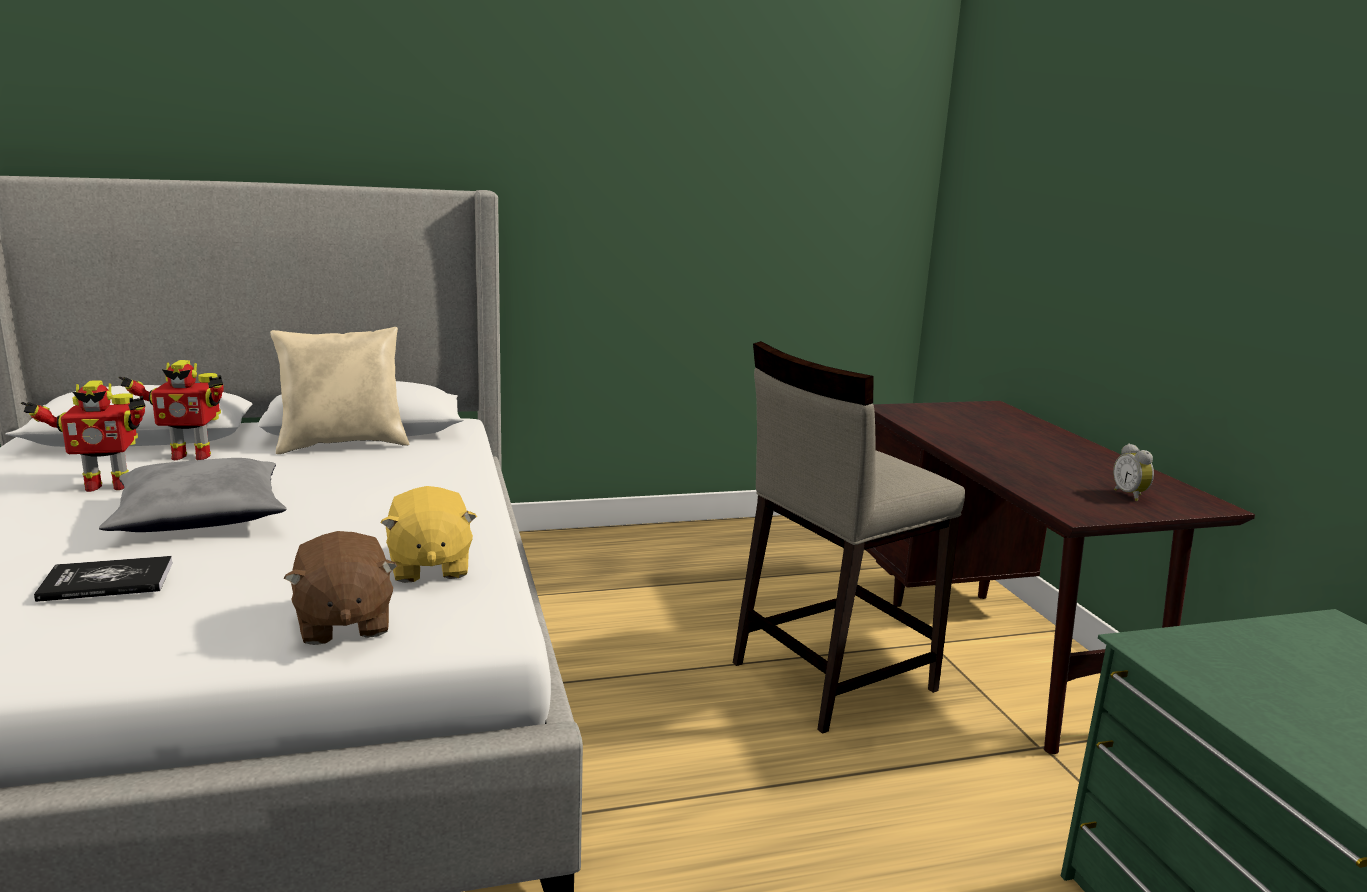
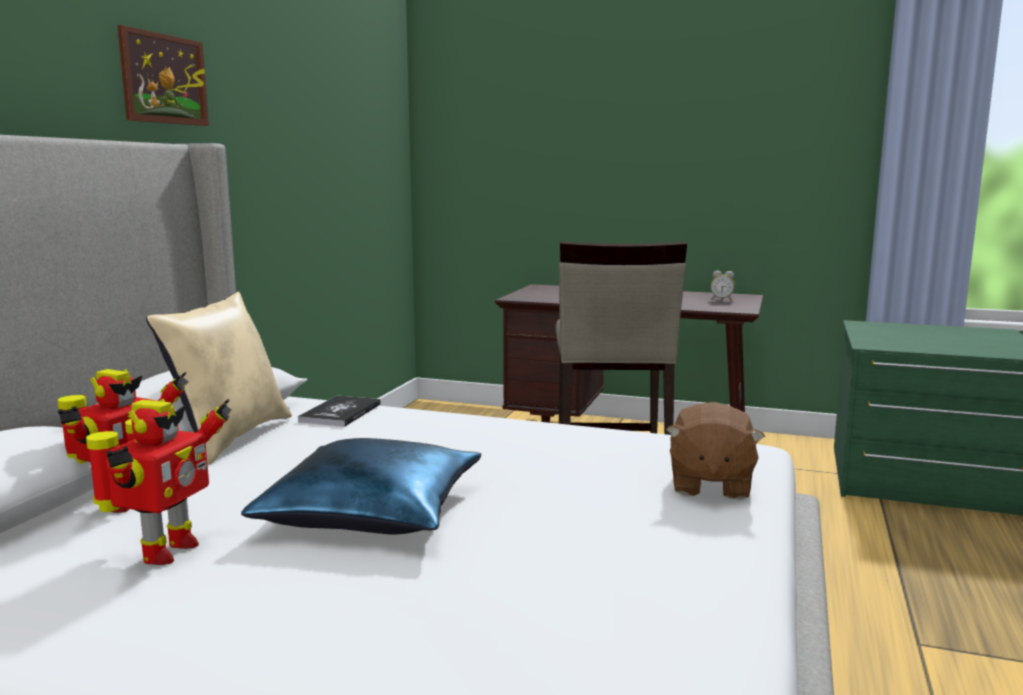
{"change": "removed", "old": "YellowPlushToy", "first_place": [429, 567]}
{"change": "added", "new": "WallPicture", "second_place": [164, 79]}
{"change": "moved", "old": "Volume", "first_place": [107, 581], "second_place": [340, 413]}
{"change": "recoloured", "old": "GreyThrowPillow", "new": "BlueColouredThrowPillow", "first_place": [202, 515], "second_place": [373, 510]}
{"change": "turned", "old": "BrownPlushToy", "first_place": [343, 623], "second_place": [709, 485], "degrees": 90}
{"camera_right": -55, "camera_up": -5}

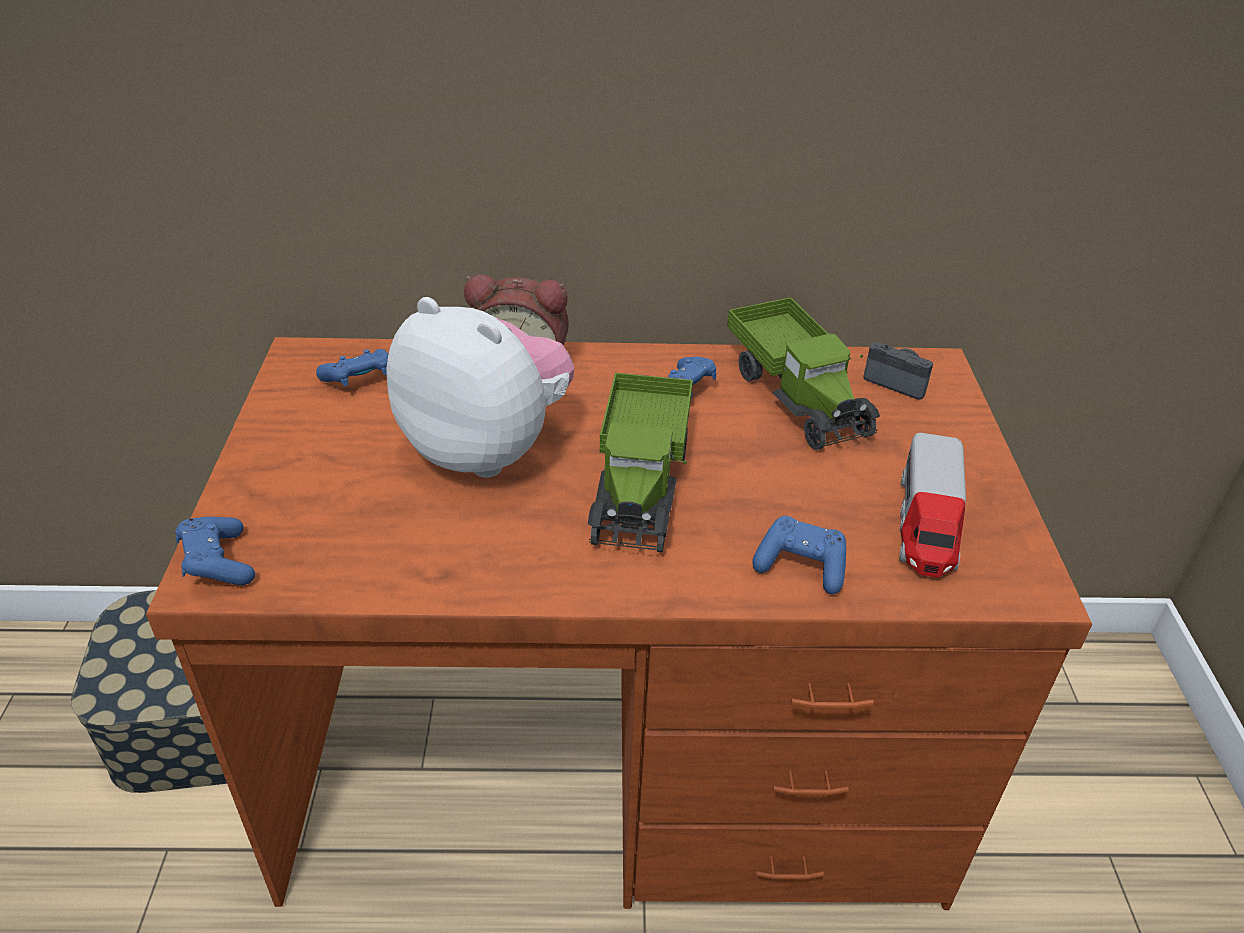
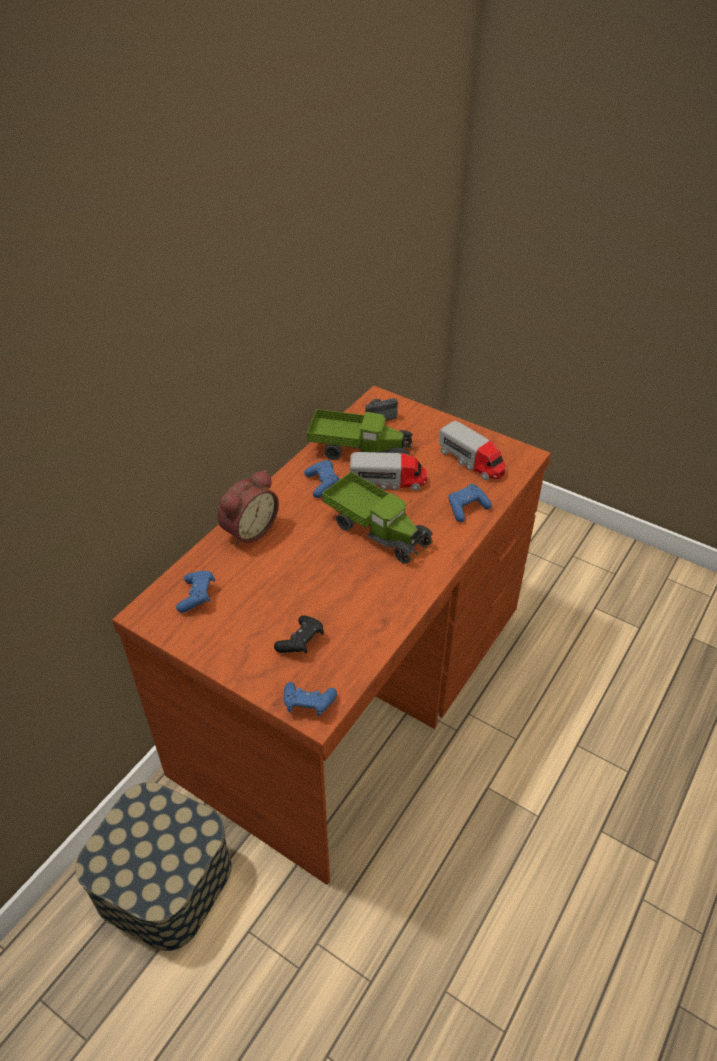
{"change": "removed", "old": "PlushToy", "first_place": [487, 449]}
{"change": "added", "new": "BlackGamepad", "second_place": [301, 642]}
{"change": "added", "new": "ModelTruck", "second_place": [388, 481]}
{"camera_right": -55, "camera_up": 5}

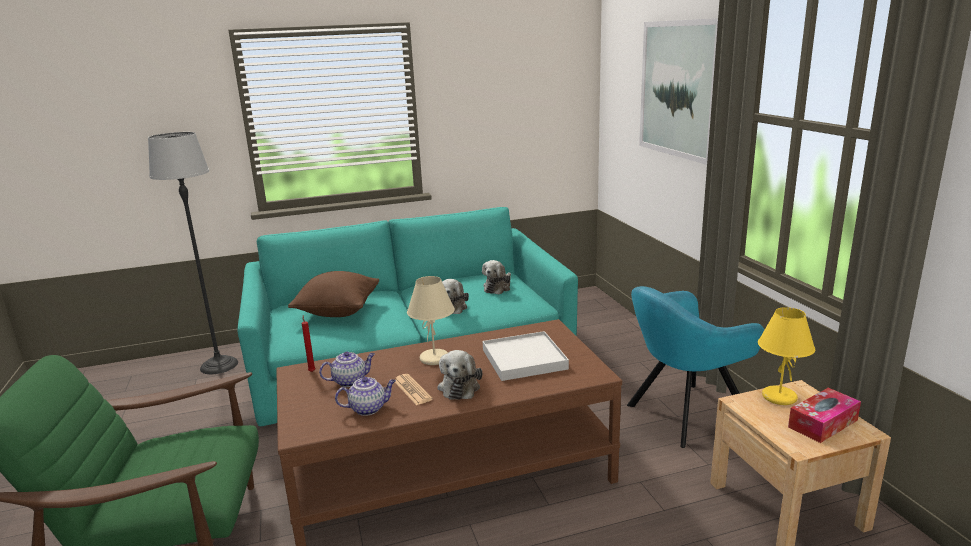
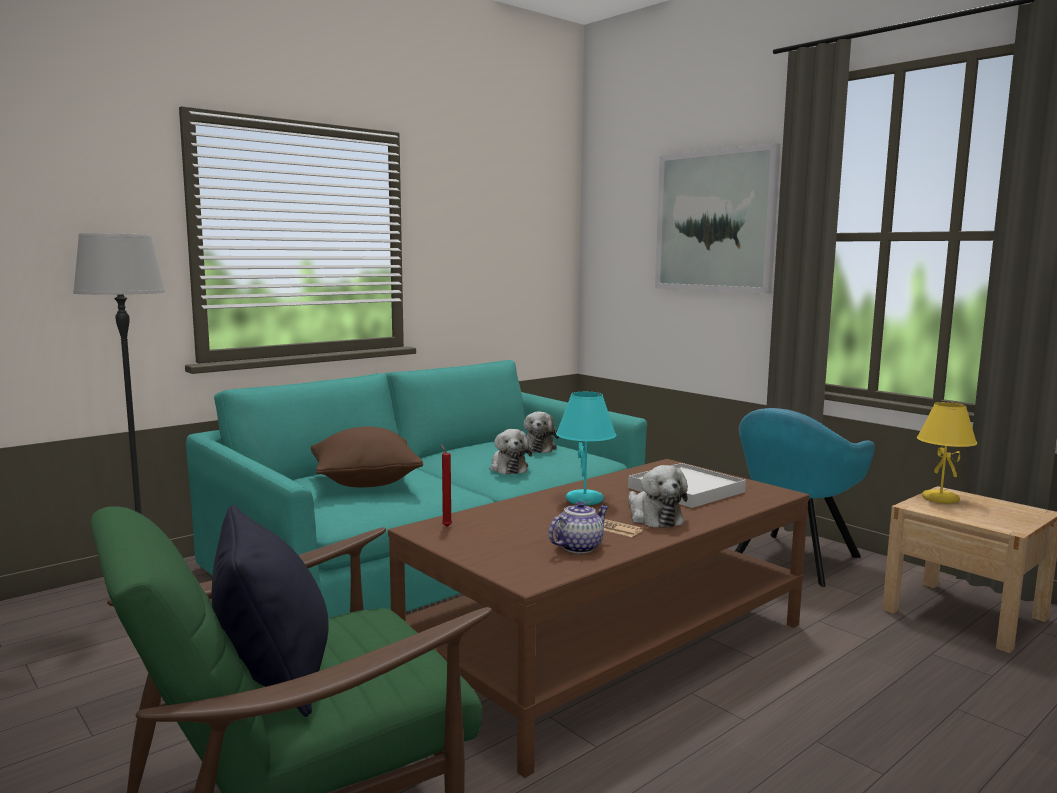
{"change": "removed", "old": "TeaPot", "first_place": [350, 381]}
{"change": "removed", "old": "TissueHolder", "first_place": [823, 423]}
{"change": "added", "new": "BlackThrowPillow", "second_place": [274, 676]}
{"change": "recoloured", "old": "BeigeTabletopLamp", "new": "BlueGreenTabletopLamp", "first_place": [434, 359], "second_place": [585, 500]}
{"camera_right": -25, "camera_up": -10}

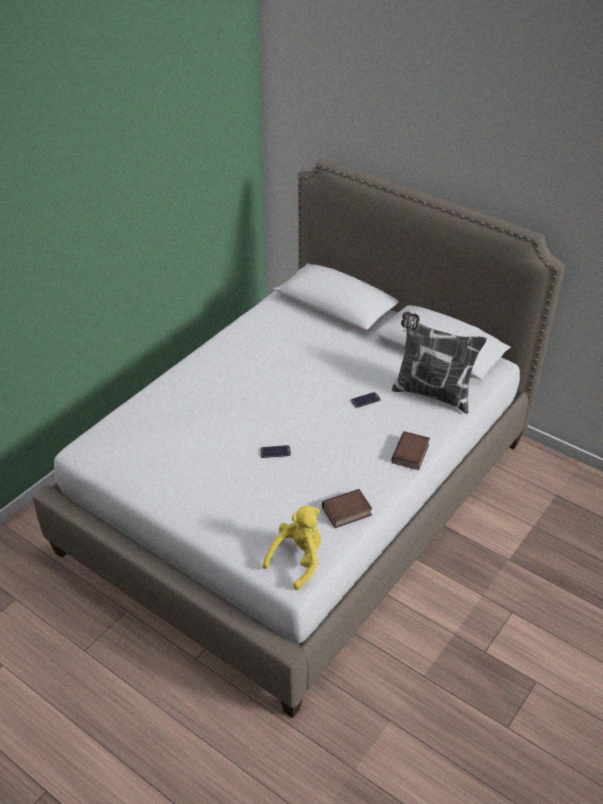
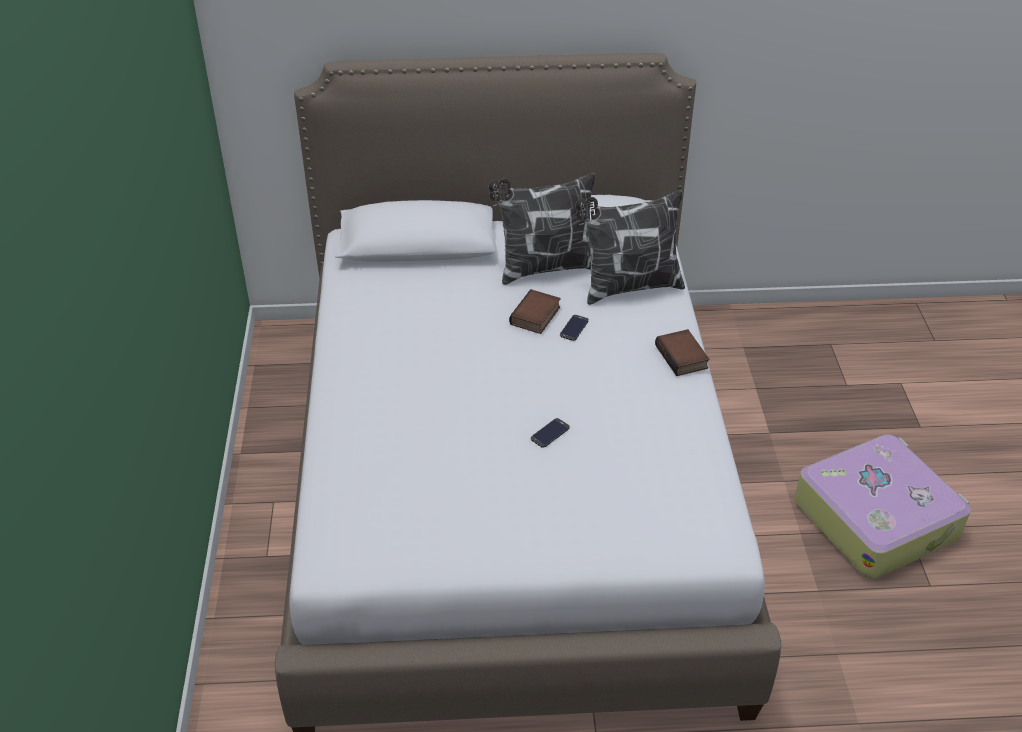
{"change": "removed", "old": "YellowPlushToy", "first_place": [298, 560]}
{"change": "added", "new": "ThrowPillow", "second_place": [544, 268]}
{"change": "added", "new": "Suitcase", "second_place": [876, 518]}
{"change": "moved", "old": "Volume", "first_place": [346, 512], "second_place": [536, 316]}
{"camera_right": -40, "camera_up": 0}

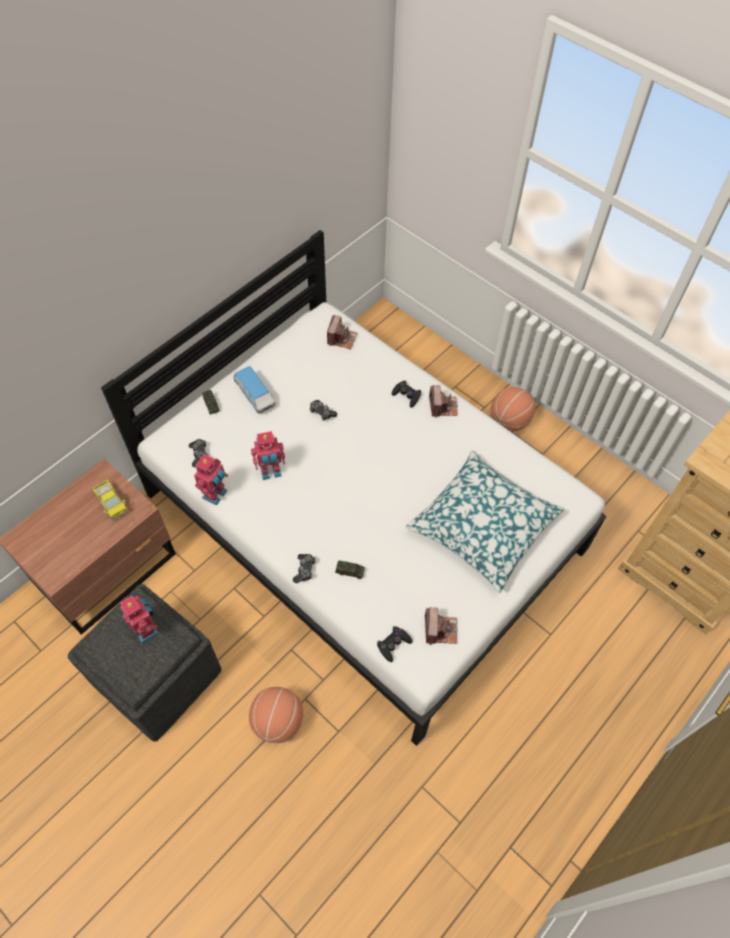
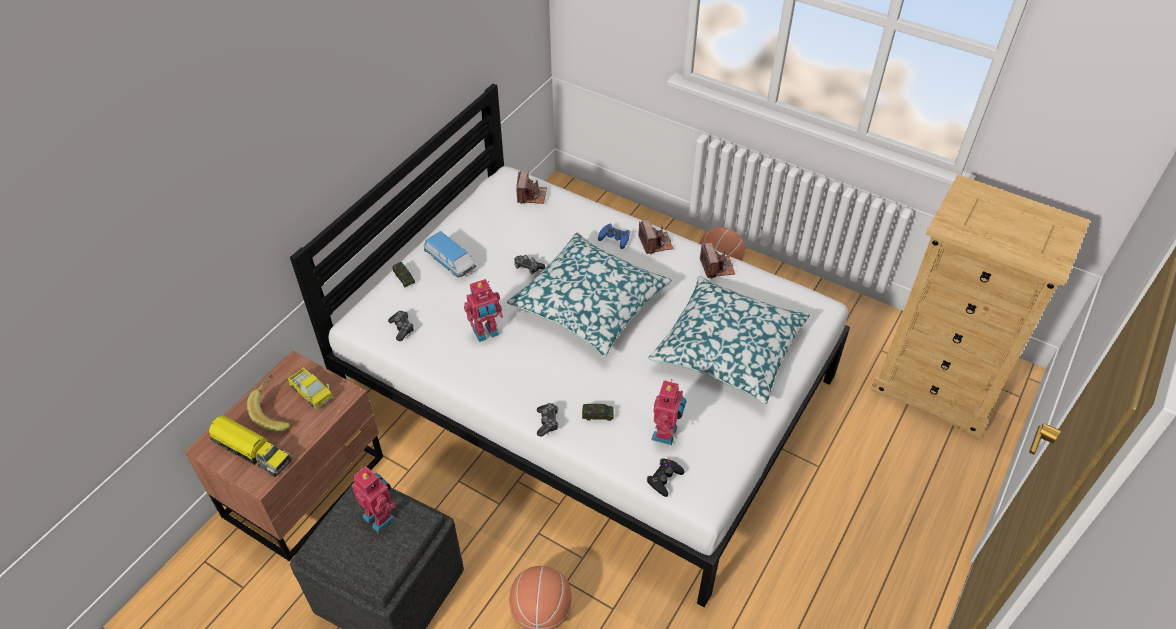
{"change": "added", "new": "ModelTruck", "second_place": [251, 451]}
{"change": "added", "new": "Banana", "second_place": [275, 412]}
{"change": "added", "new": "ThrowPillow", "second_place": [590, 304]}
{"change": "moved", "old": "ToyRobot", "first_place": [216, 495], "second_place": [666, 433]}
{"change": "moved", "old": "StillCamera", "first_place": [440, 630], "second_place": [717, 267]}
{"change": "recoloured", "old": "BlackGamepad", "new": "BlueColouredGamepad", "first_place": [406, 395], "second_place": [614, 238]}
{"camera_right": -10, "camera_up": -10}

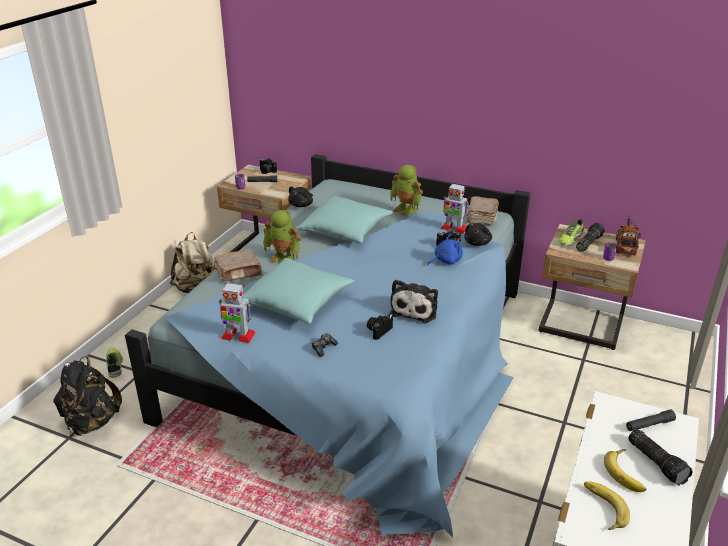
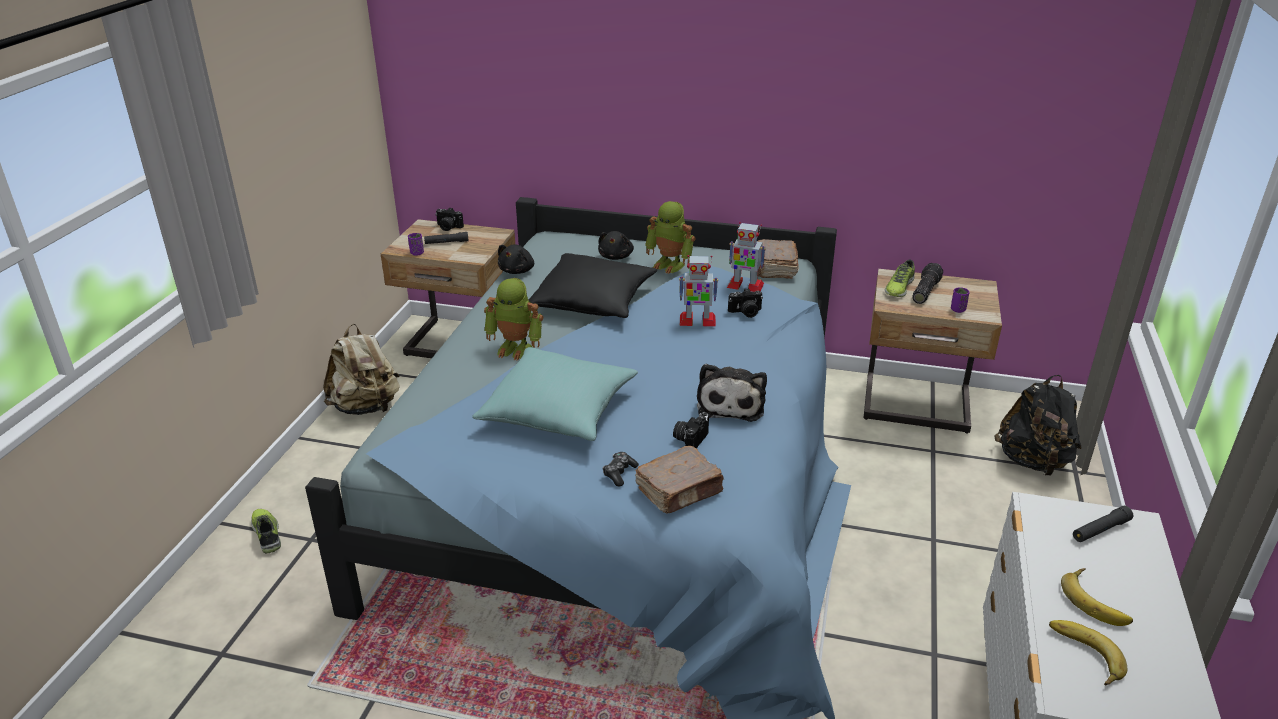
{"change": "removed", "old": "BlueColouredPlushToy", "first_place": [446, 261]}
{"change": "removed", "old": "ModelTruck", "first_place": [625, 245]}
{"change": "removed", "old": "Torch", "first_place": [657, 462]}
{"change": "moved", "old": "BlackRucksack", "first_place": [91, 422], "second_place": [1033, 462]}
{"change": "moved", "old": "BrownVolume", "first_place": [239, 272], "second_place": [680, 491]}
{"change": "moved", "old": "ToyRobot", "first_place": [237, 335], "second_place": [697, 321]}
{"change": "moved", "old": "BlackPlushToy", "first_place": [477, 243], "second_place": [616, 256]}
{"change": "recoloured", "old": "BlueGreenThrowPillow", "new": "BlackThrowPillow", "first_place": [345, 231], "second_place": [593, 302]}
{"camera_right": -10, "camera_up": 0}

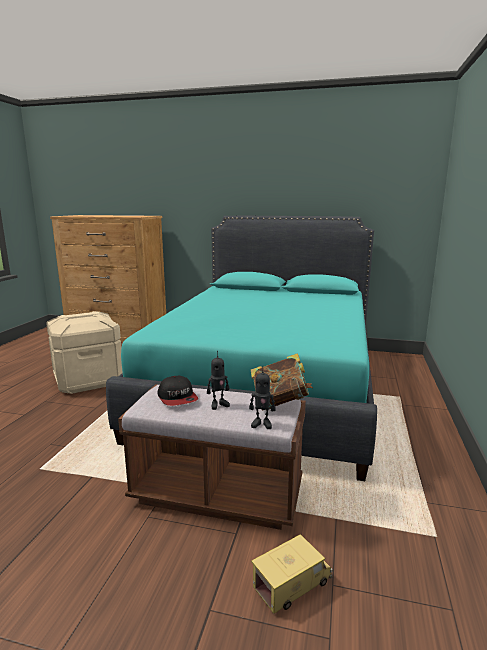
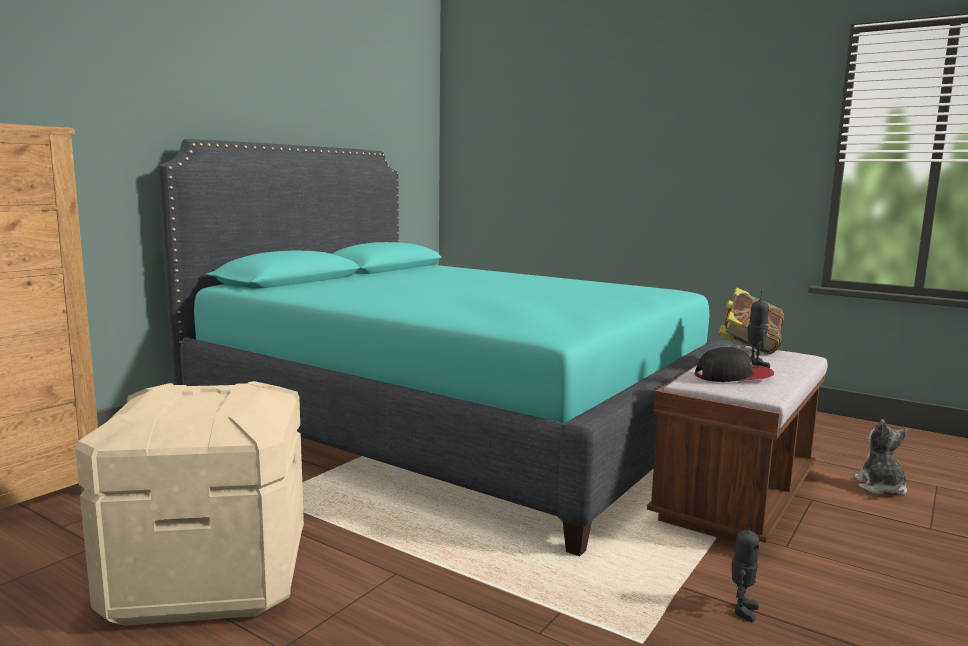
{"change": "moved", "old": "ToyRobot", "first_place": [262, 424], "second_place": [742, 610]}
{"change": "replaced", "old": "ModelTruck", "new": "PlushToy", "first_place": [292, 584], "second_place": [880, 487]}
{"camera_right": -70, "camera_up": -5}

